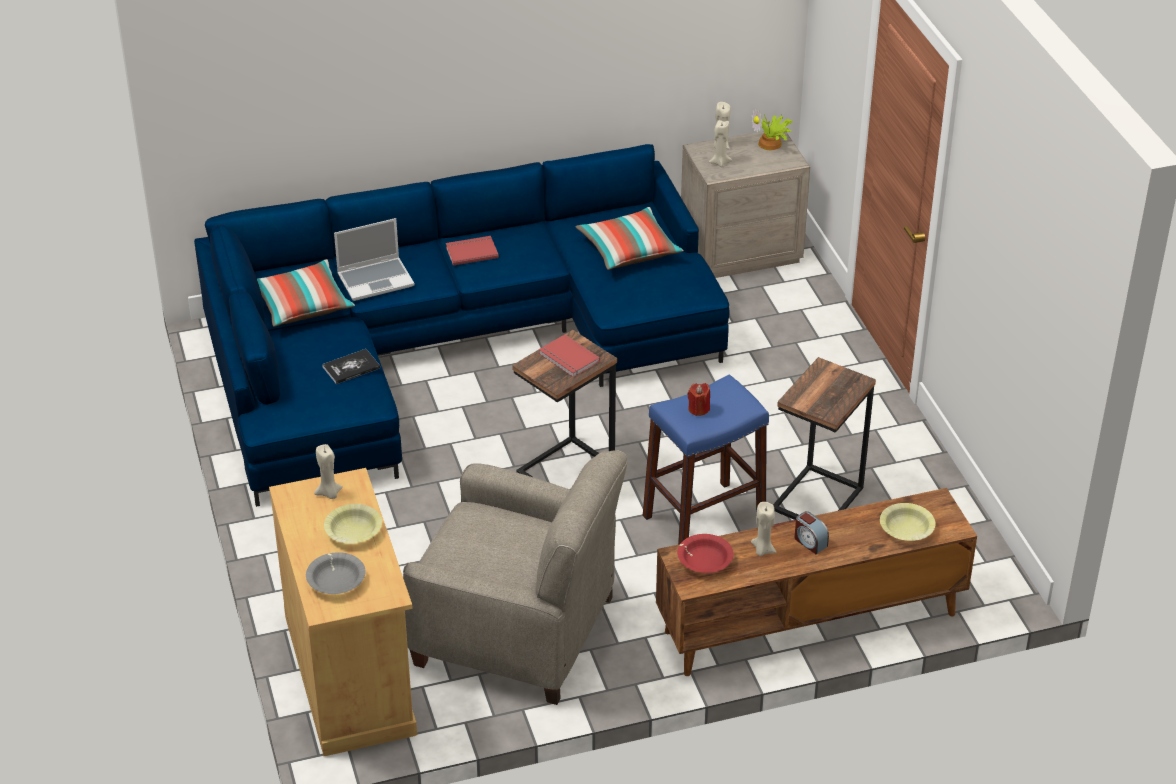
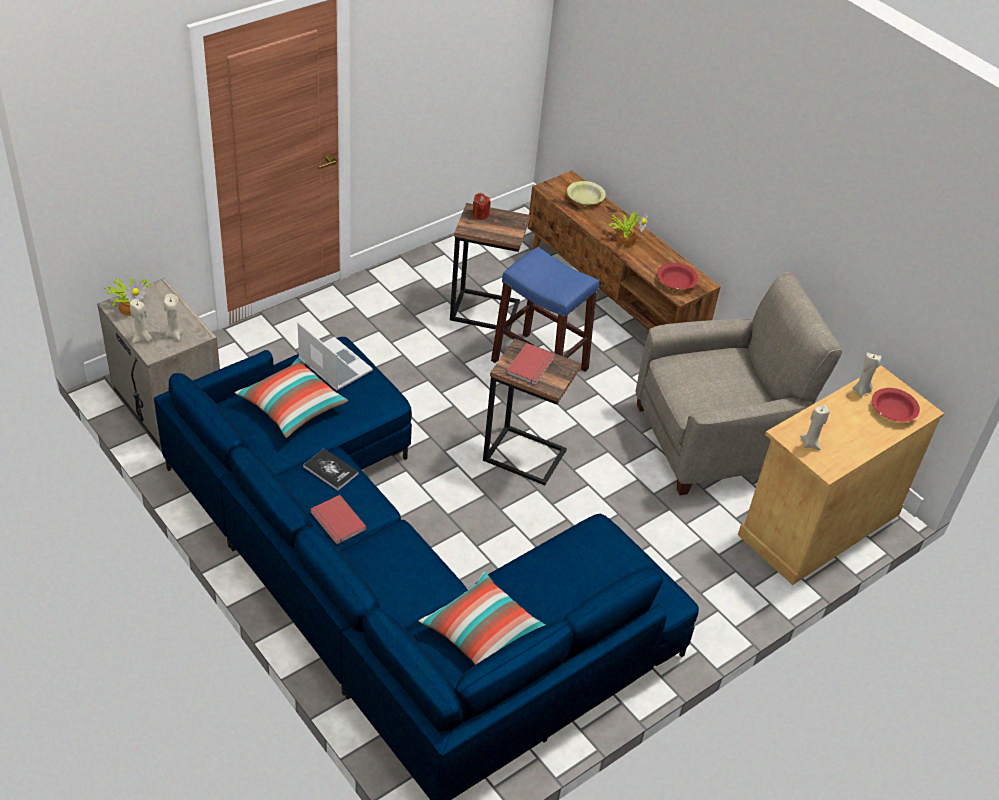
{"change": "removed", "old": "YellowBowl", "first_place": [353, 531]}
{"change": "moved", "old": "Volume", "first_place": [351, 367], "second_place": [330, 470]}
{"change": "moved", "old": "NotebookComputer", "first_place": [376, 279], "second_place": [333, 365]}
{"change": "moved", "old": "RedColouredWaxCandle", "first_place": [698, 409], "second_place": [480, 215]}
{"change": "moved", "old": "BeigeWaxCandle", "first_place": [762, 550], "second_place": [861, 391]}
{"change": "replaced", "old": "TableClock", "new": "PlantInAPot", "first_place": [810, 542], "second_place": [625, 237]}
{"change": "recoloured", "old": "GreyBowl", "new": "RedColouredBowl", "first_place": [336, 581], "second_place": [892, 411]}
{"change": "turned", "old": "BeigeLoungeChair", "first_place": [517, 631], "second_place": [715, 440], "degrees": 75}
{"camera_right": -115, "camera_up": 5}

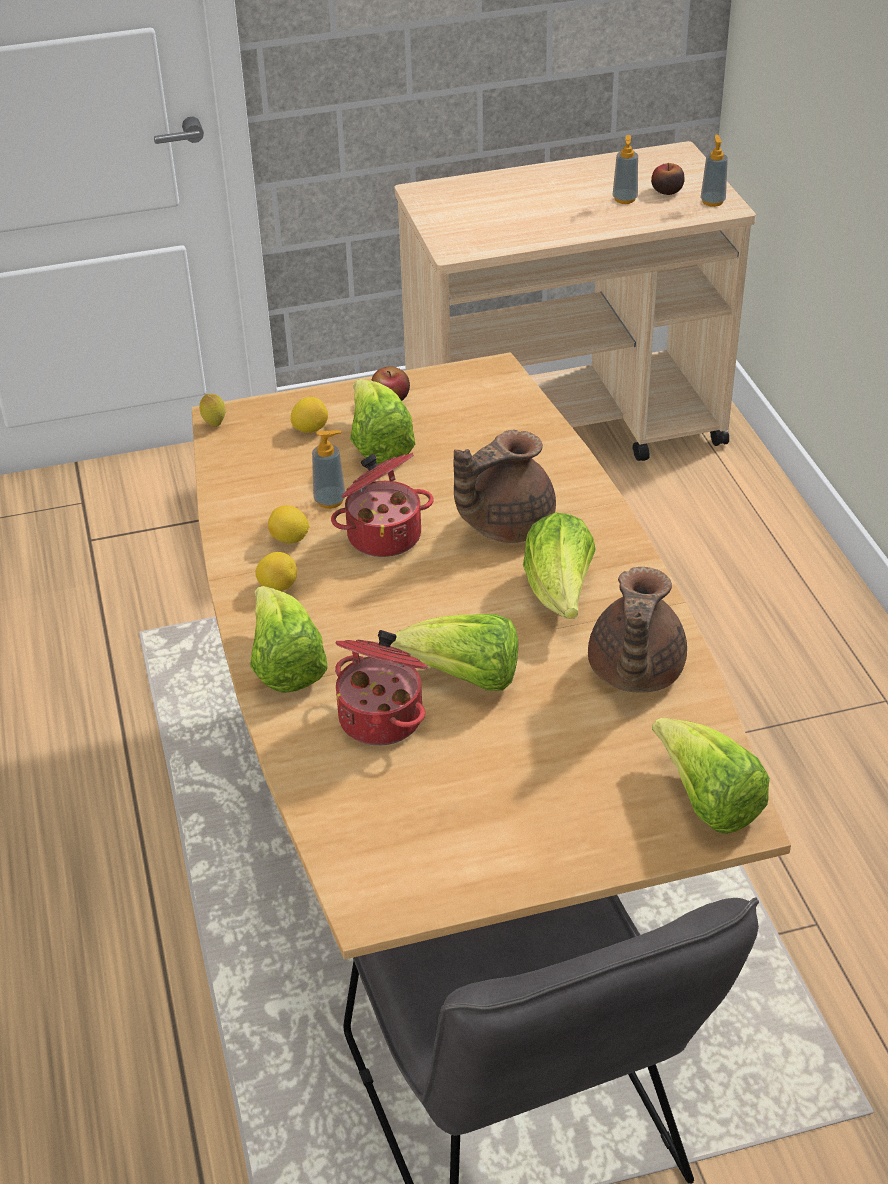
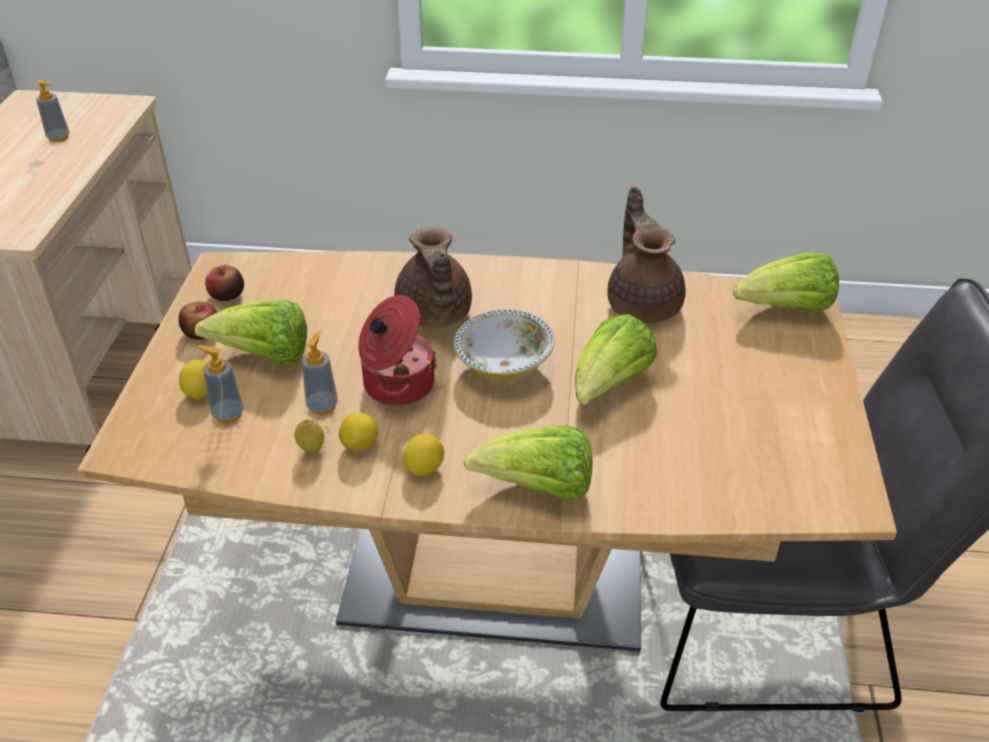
{"change": "removed", "old": "Saucepot", "first_place": [383, 717]}
{"change": "removed", "old": "LettuceHead", "first_place": [560, 593]}
{"change": "added", "new": "Bowl", "second_place": [504, 366]}
{"change": "moved", "old": "Lemon", "first_place": [214, 424], "second_place": [311, 450]}
{"change": "moved", "old": "Apple", "first_place": [667, 191], "second_place": [227, 295]}
{"change": "moved", "old": "SoapBottle", "first_place": [712, 201], "second_place": [228, 414]}
{"change": "turned", "old": "BrownTeaPot", "first_place": [633, 672], "second_place": [643, 303], "degrees": -135}
{"camera_right": -70, "camera_up": 0}

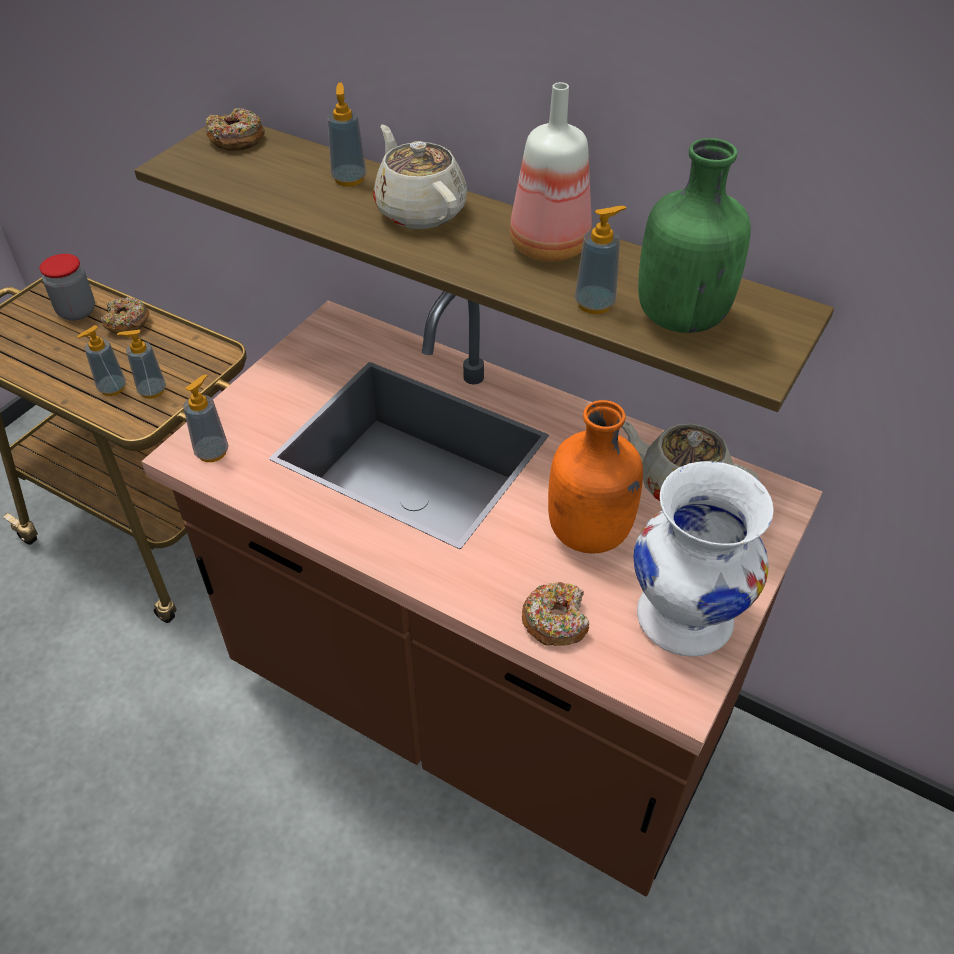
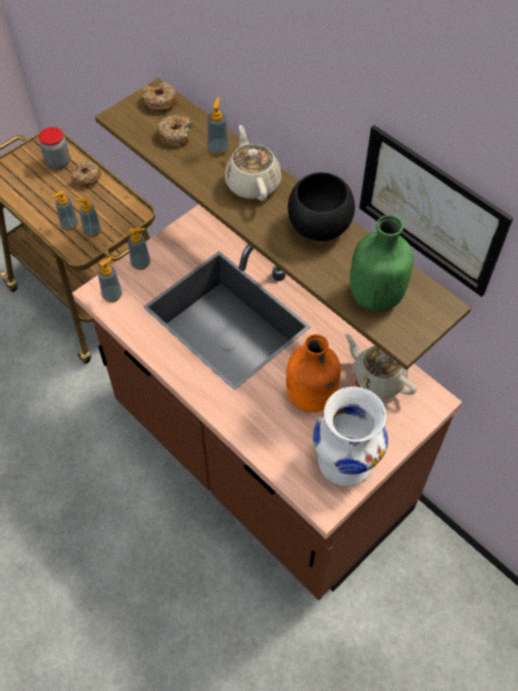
{"change": "added", "new": "WallPicture", "second_place": [430, 211]}
{"change": "moved", "old": "Donut", "first_place": [555, 620], "second_place": [175, 135]}
{"change": "moved", "old": "SoapBottle", "first_place": [594, 304], "second_place": [141, 263]}
{"change": "replaced", "old": "BeverageBottle", "new": "BlackBowl", "first_place": [547, 247], "second_place": [318, 227]}
{"camera_right": 15, "camera_up": 10}

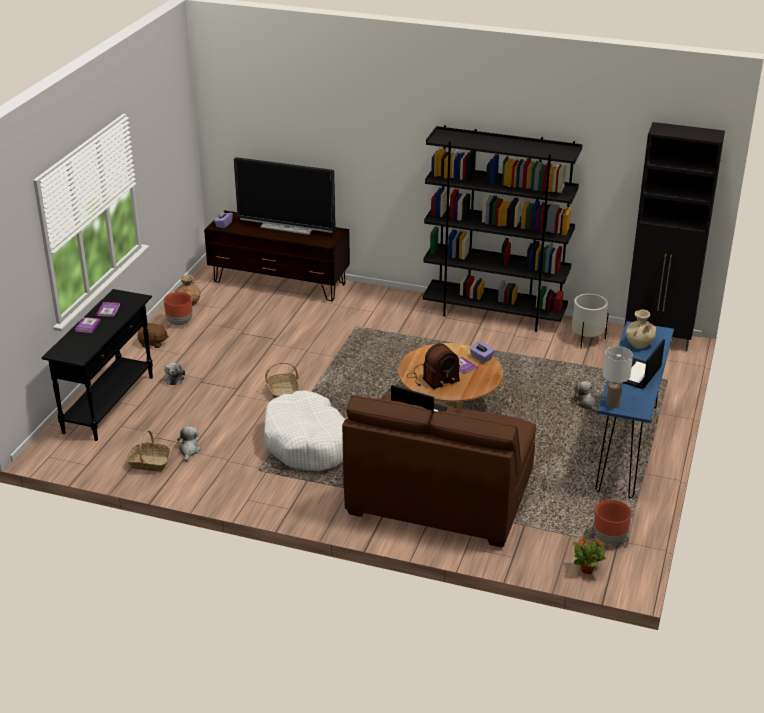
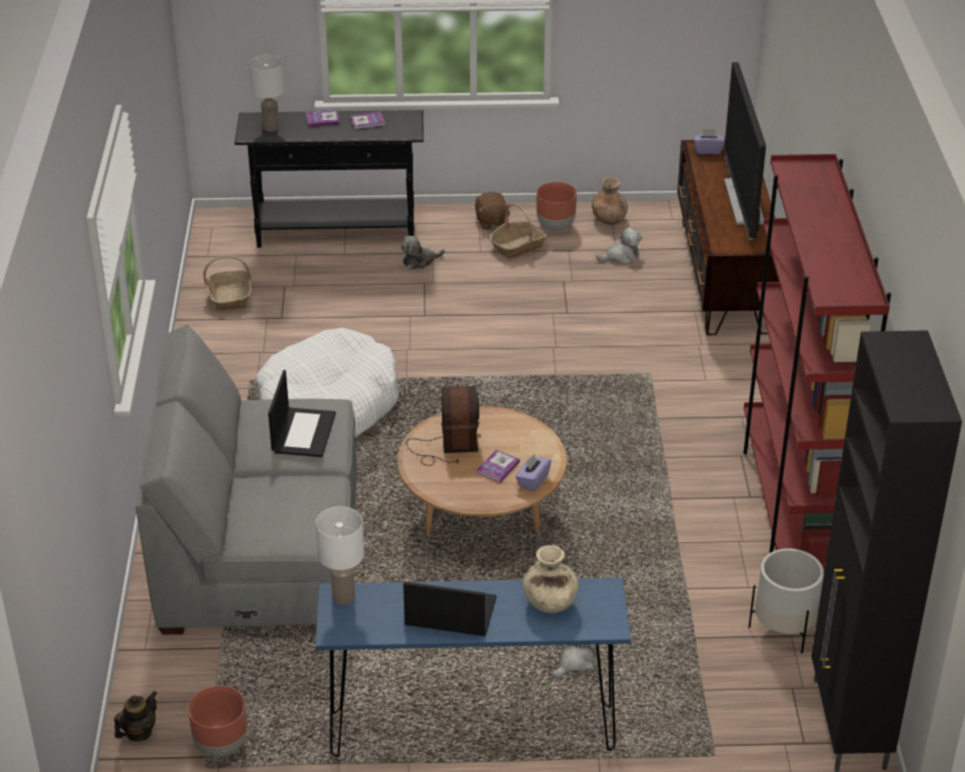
{"change": "added", "new": "WhiteColouredTabletopLamp", "second_place": [271, 127]}
{"change": "moved", "old": "PlushToy", "first_place": [189, 450], "second_place": [621, 256]}
{"change": "moved", "old": "StorageBasket", "first_place": [283, 391], "second_place": [518, 246]}
{"change": "replaced", "old": "PlantInAPot", "new": "TeaPot", "first_place": [587, 570], "second_place": [138, 732]}
{"change": "recoloured", "old": "BrownSettee", "new": "GreySettee", "first_place": [440, 494], "second_place": [262, 550]}
{"change": "recoloured", "old": "BlackBookshelf", "new": "RedColouredBookshelf", "first_place": [494, 314], "second_place": [790, 506]}
{"change": "turned", "old": "RadioSet", "first_place": [432, 378], "second_place": [447, 444], "degrees": -135}
{"camera_right": 70, "camera_up": 5}

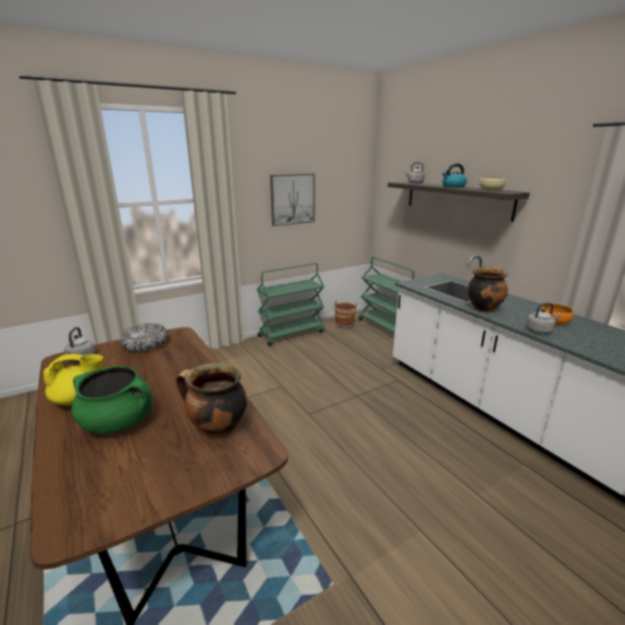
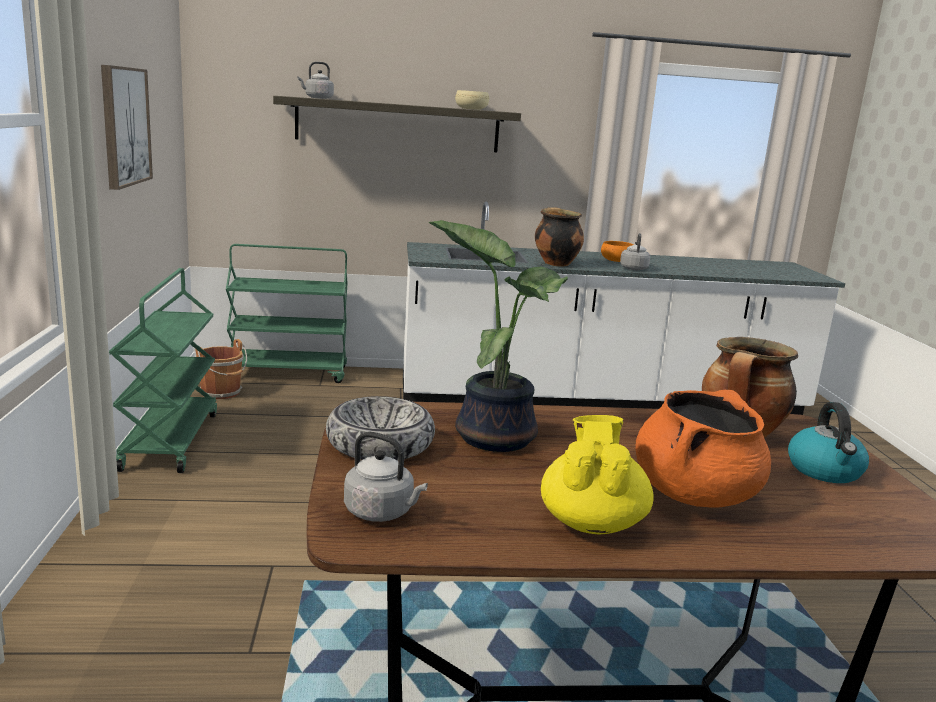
{"change": "added", "new": "PlantInAPot", "second_place": [494, 435]}
{"change": "moved", "old": "Kettle", "first_place": [453, 187], "second_place": [825, 471]}
{"change": "recoloured", "old": "GreenSaucepot", "new": "OrangeColouredSaucepot", "first_place": [118, 422], "second_place": [695, 494]}
{"camera_right": -65, "camera_up": -5}

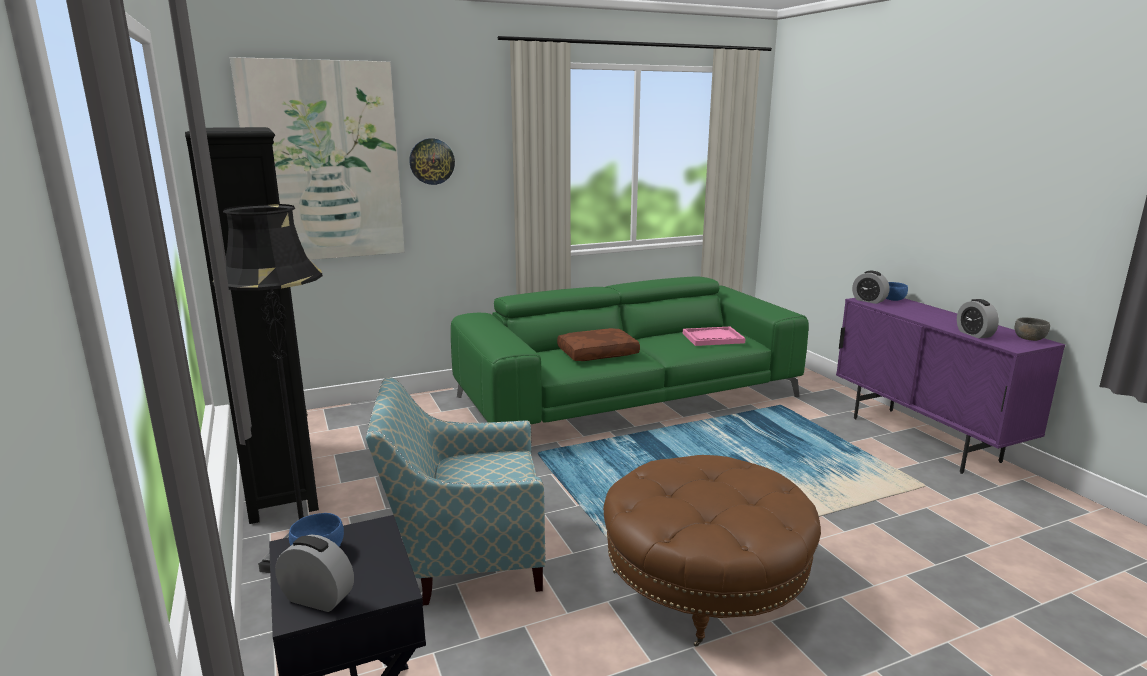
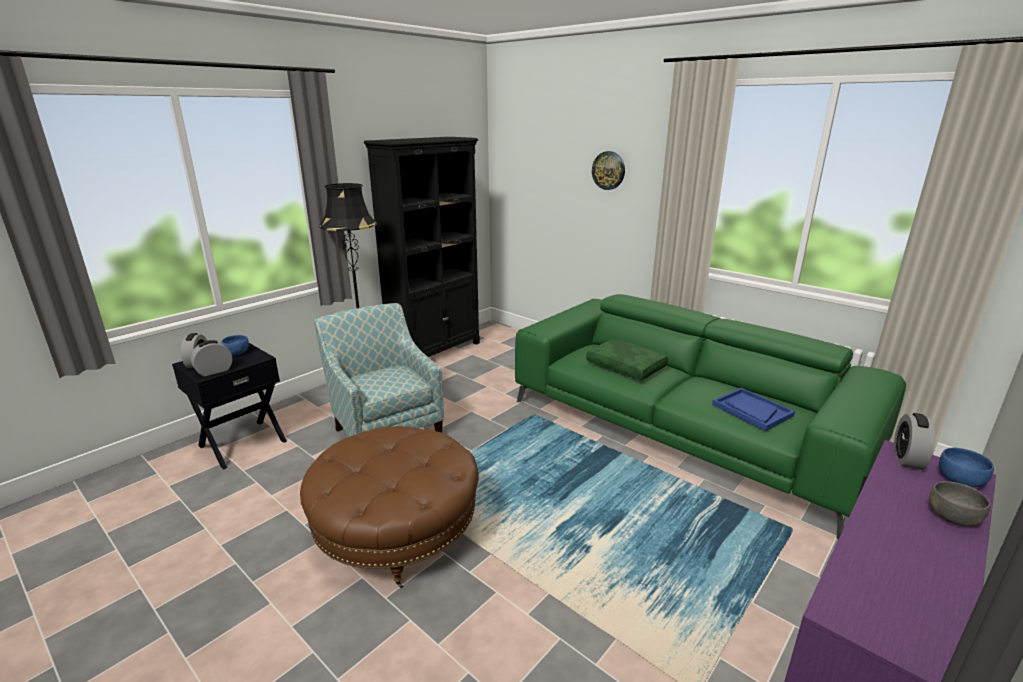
{"change": "removed", "old": "WallPicture", "first_place": [323, 162]}
{"change": "moved", "old": "TableClock", "first_place": [974, 334], "second_place": [214, 371]}
{"change": "moved", "old": "GreyBowl", "first_place": [1029, 338], "second_place": [952, 517]}
{"change": "recoloured", "old": "BrownThrowPillow", "new": "GreenThrowPillow", "first_place": [598, 353], "second_place": [627, 366]}
{"change": "recoloured", "old": "PinkCarryingTray", "new": "BlueColouredCarryingTray", "first_place": [713, 338], "second_place": [751, 410]}
{"camera_right": 65, "camera_up": 5}

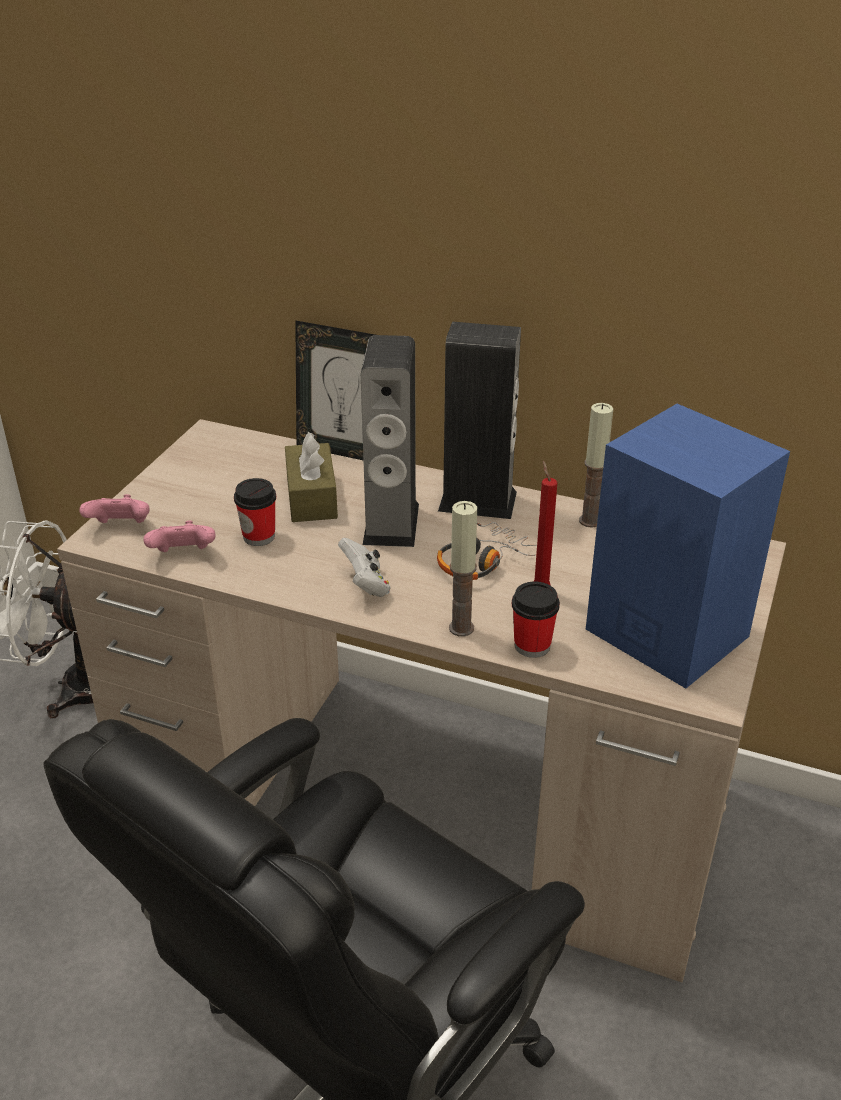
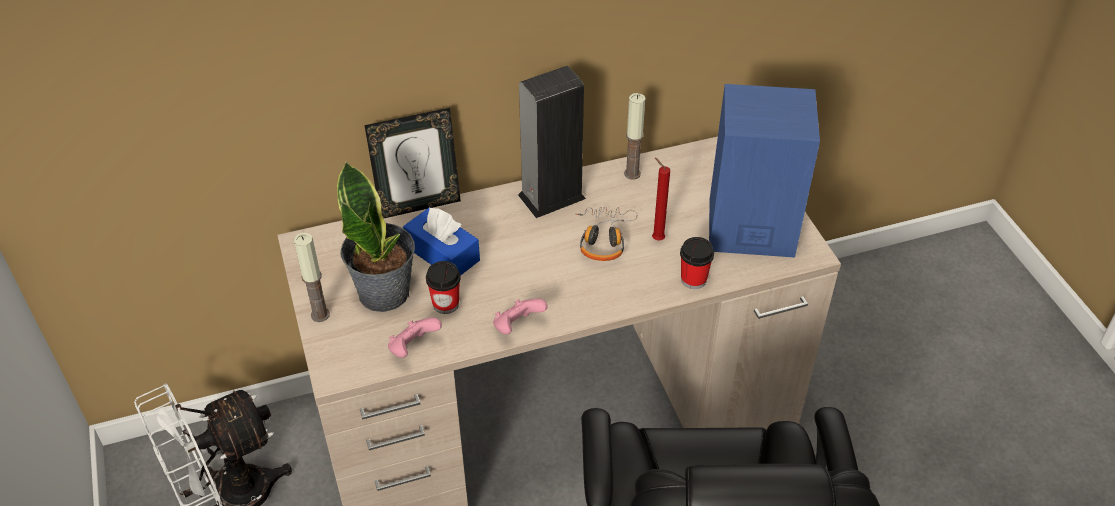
{"change": "removed", "old": "WhiteColouredGamepad", "first_place": [366, 585]}
{"change": "removed", "old": "Loudspeaker", "first_place": [391, 524]}
{"change": "added", "new": "PlantInAPot", "second_place": [385, 292]}
{"change": "moved", "old": "PinkGamepad", "first_place": [121, 527], "second_place": [517, 327]}
{"change": "moved", "old": "WaxCandle", "first_place": [461, 628], "second_place": [320, 315]}
{"change": "recoloured", "old": "BrownTissueHolder", "new": "BlueColouredTissueHolder", "first_place": [311, 497], "second_place": [442, 254]}
{"camera_right": -40, "camera_up": 10}

